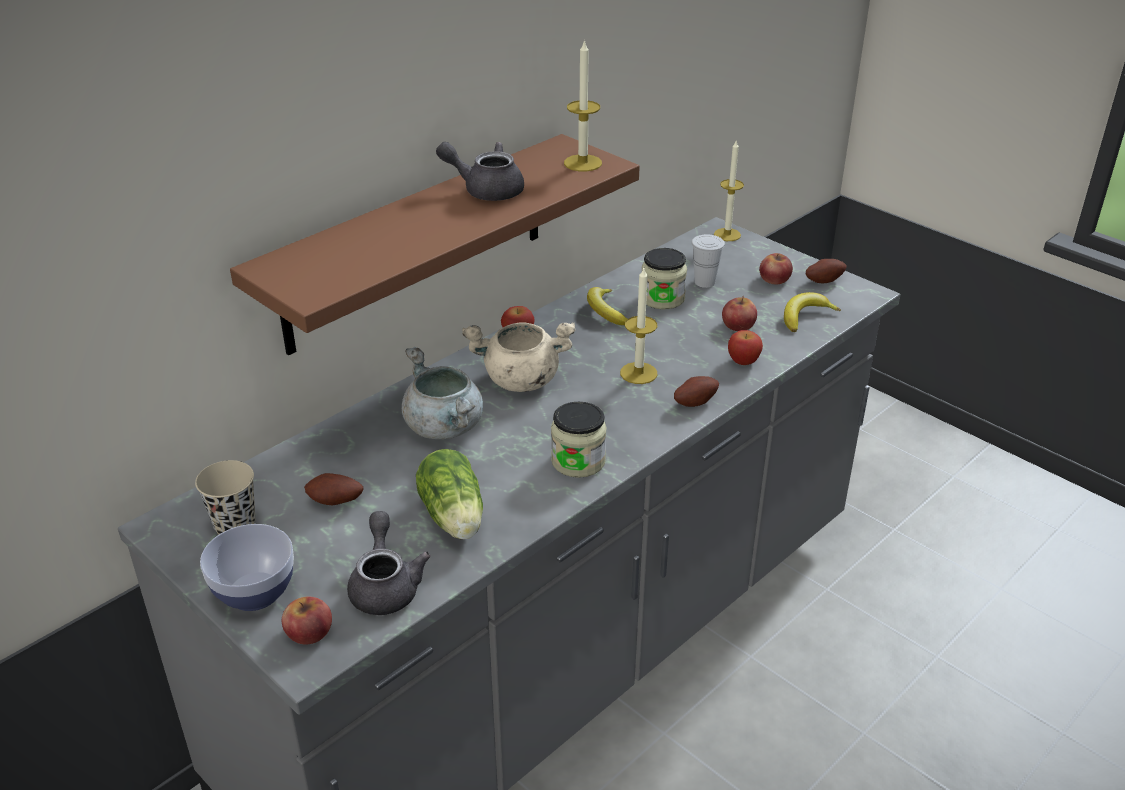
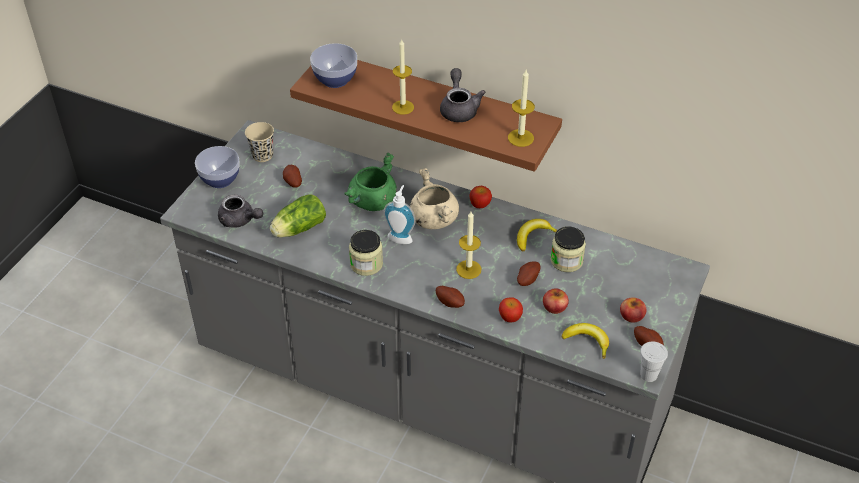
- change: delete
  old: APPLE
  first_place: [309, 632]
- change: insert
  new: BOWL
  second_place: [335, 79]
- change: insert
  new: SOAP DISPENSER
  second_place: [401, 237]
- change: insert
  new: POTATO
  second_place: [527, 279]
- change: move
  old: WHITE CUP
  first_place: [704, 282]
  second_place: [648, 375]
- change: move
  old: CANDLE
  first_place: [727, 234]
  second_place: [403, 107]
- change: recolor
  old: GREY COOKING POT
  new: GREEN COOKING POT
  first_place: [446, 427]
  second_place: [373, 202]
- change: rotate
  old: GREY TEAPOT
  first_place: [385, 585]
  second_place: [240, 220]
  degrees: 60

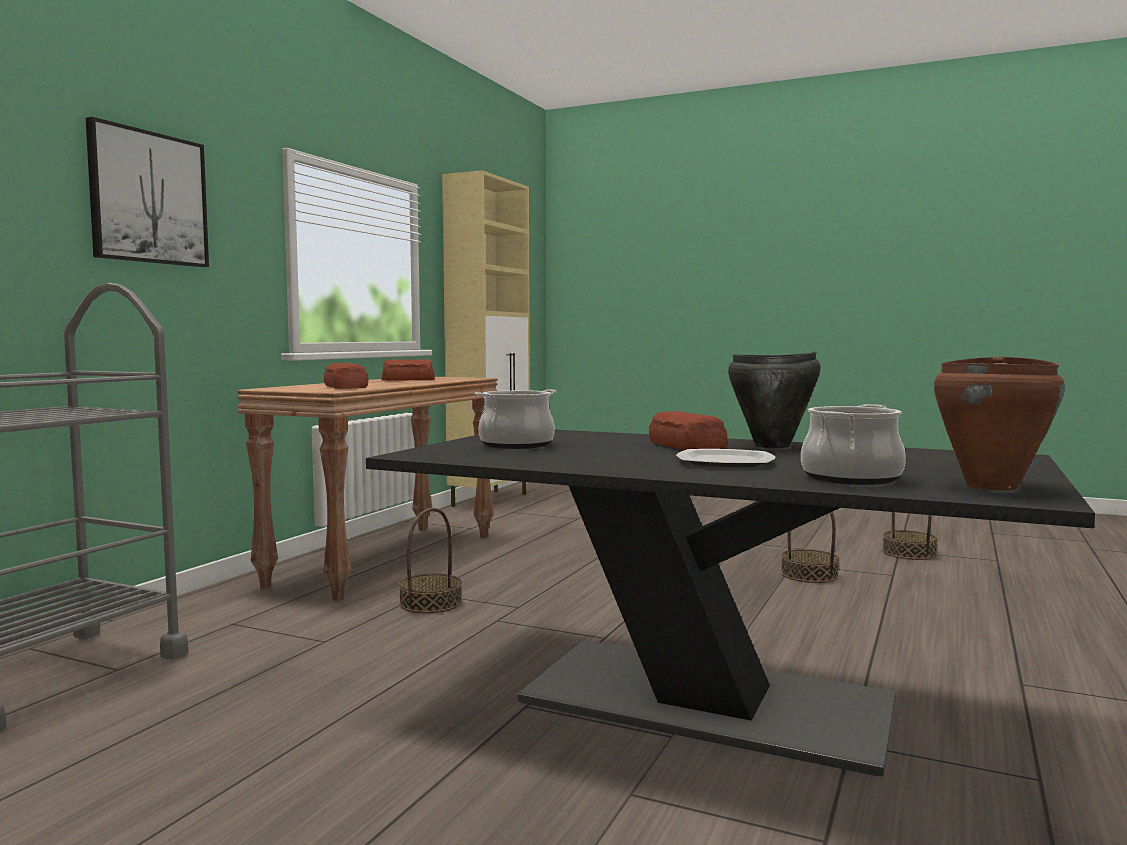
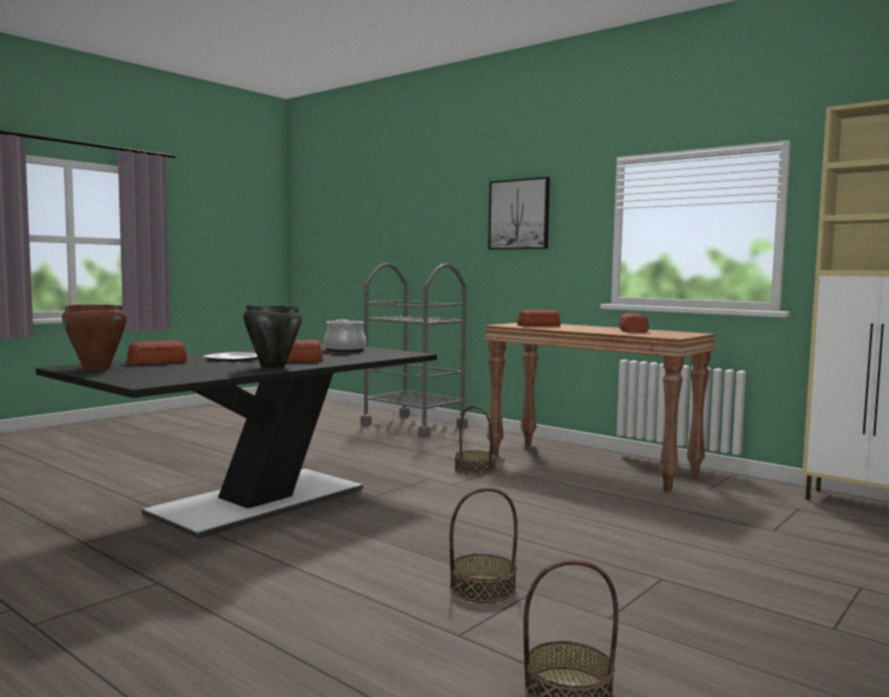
- change: replace
  old: COOKING POT
  new: BREAD
  first_place: [851, 478]
  second_place: [158, 362]

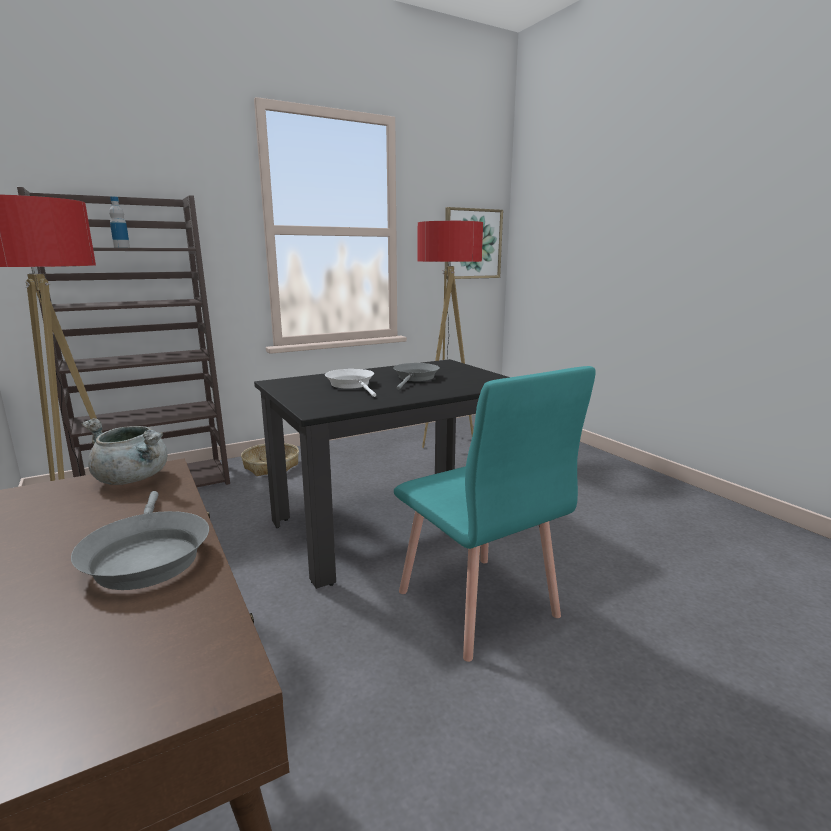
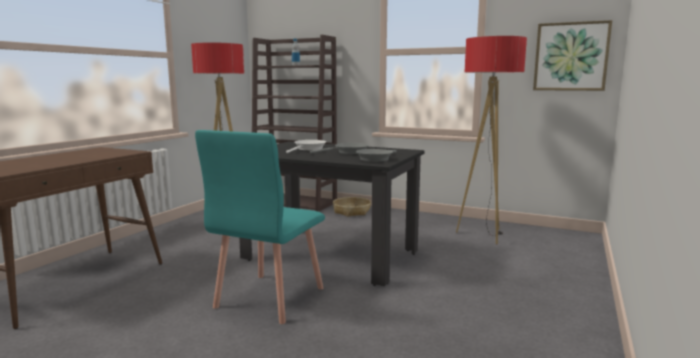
- change: delete
  old: GREY COOKING POT
  first_place: [133, 479]
- change: move
  old: GREY FRYING PAN
  first_place: [146, 557]
  second_place: [375, 159]

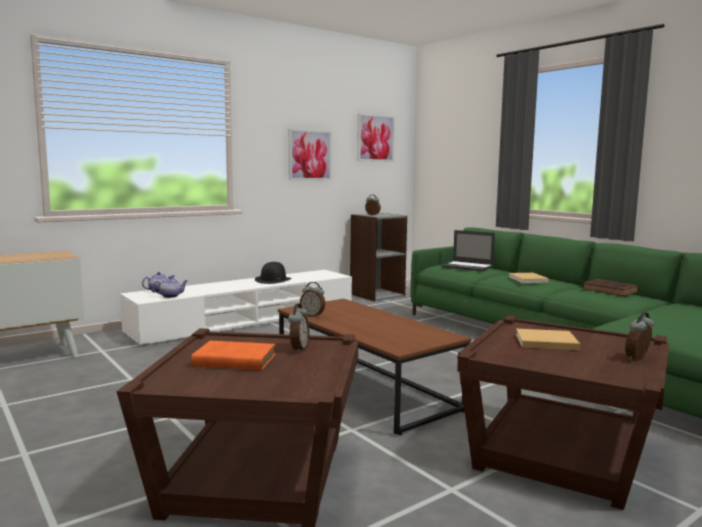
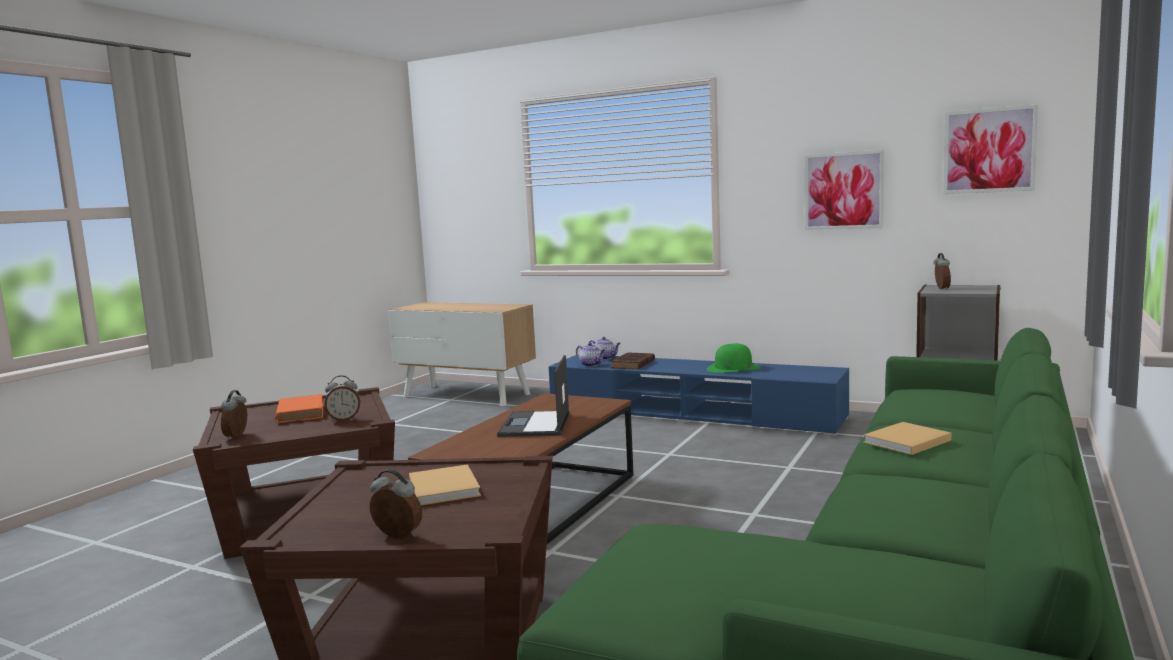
- change: move
  old: ALARM CLOCK
  first_place: [313, 315]
  second_place: [237, 436]
- change: move
  old: LAPTOP
  first_place: [468, 267]
  second_place: [535, 425]
- change: move
  old: BROWN BOOK
  first_place: [611, 291]
  second_place: [632, 364]
- change: recolor
  old: WHITE TV STAND
  new: BLUE TV STAND
  first_place: [246, 321]
  second_place: [693, 414]
- change: recolor
  old: BLACK HAT
  new: GREEN HAT
  first_place: [273, 280]
  second_place: [733, 368]

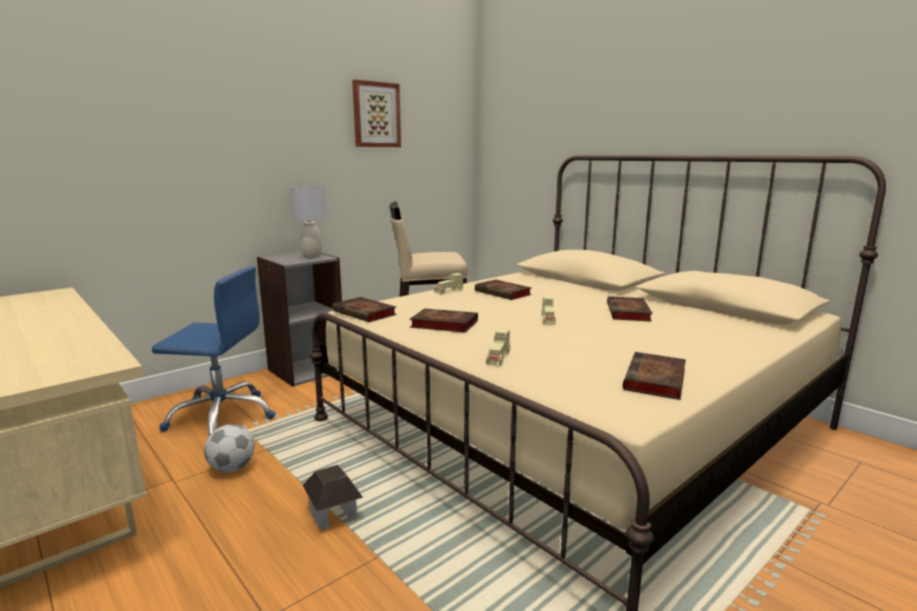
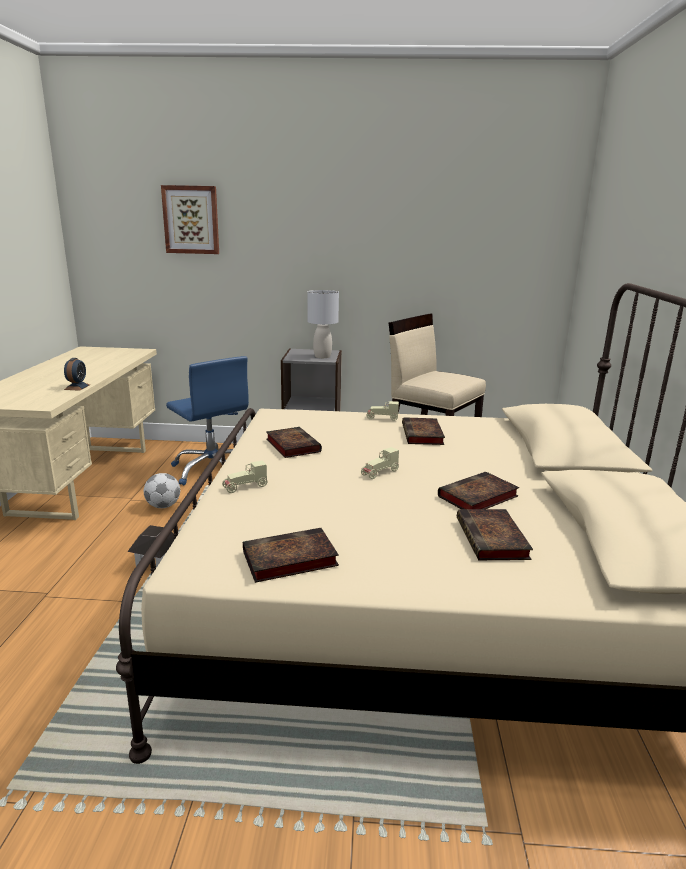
- change: insert
  new: ALARM CLOCK
  second_place: [77, 387]
- change: move
  old: BOOK
  first_place: [366, 313]
  second_place: [493, 540]
- change: move
  old: PICTURE
  first_place: [376, 115]
  second_place: [191, 220]

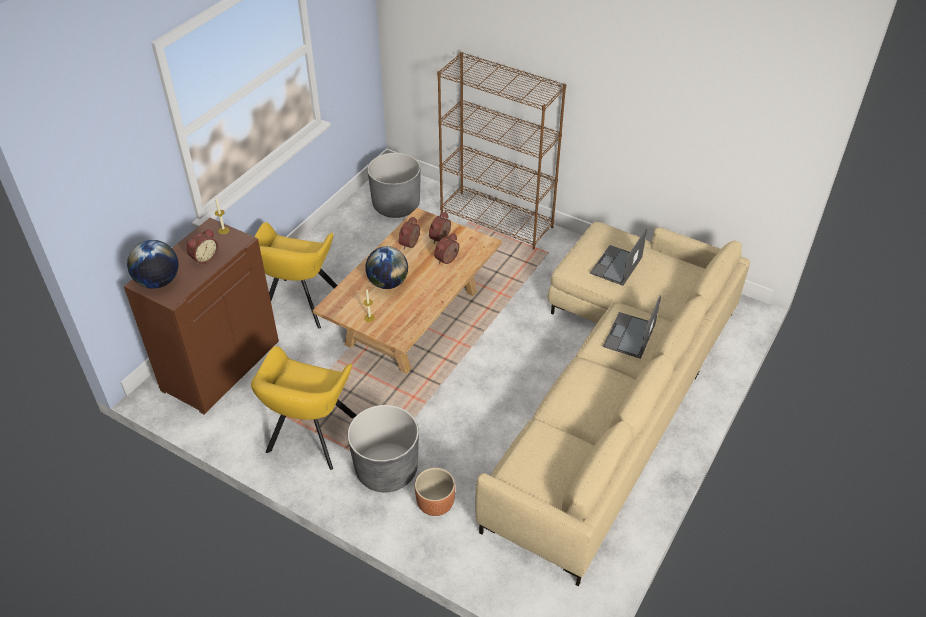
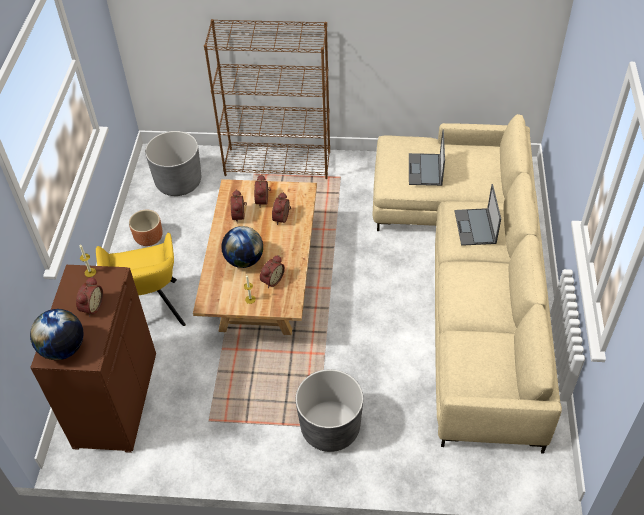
- change: delete
  old: YELLOW ARMCHAIR
  first_place: [310, 437]
- change: insert
  new: ALARM CLOCK
  second_place: [271, 280]
- change: move
  old: BROWN PLANTER
  first_place: [435, 503]
  second_place: [149, 238]

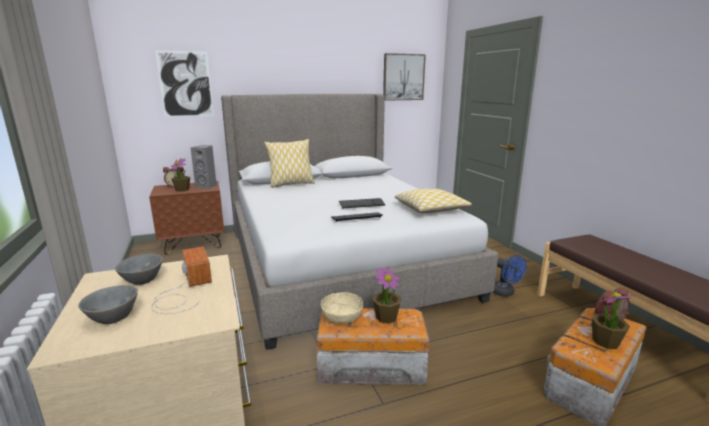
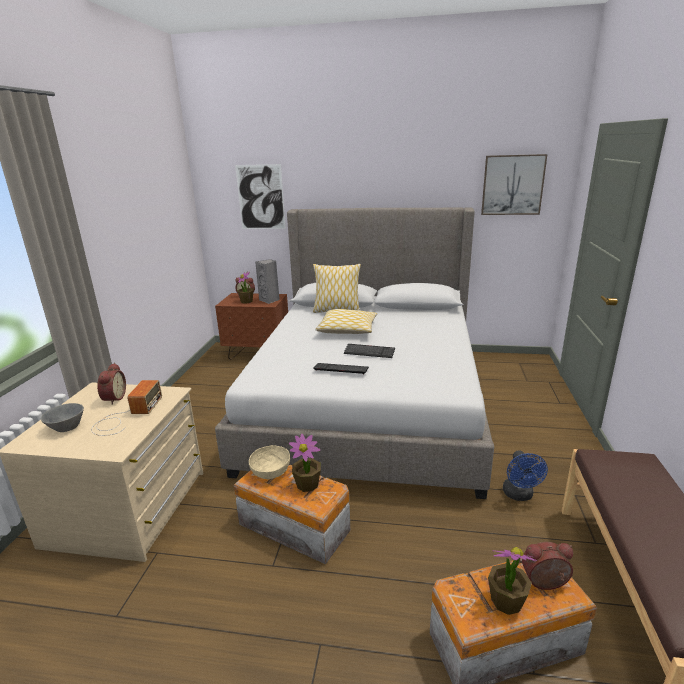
- change: move
  old: PILLOW
  first_place: [430, 209]
  second_place: [347, 330]
- change: replace
  old: GREY BOWL
  new: ALARM CLOCK
  first_place: [141, 280]
  second_place: [113, 398]

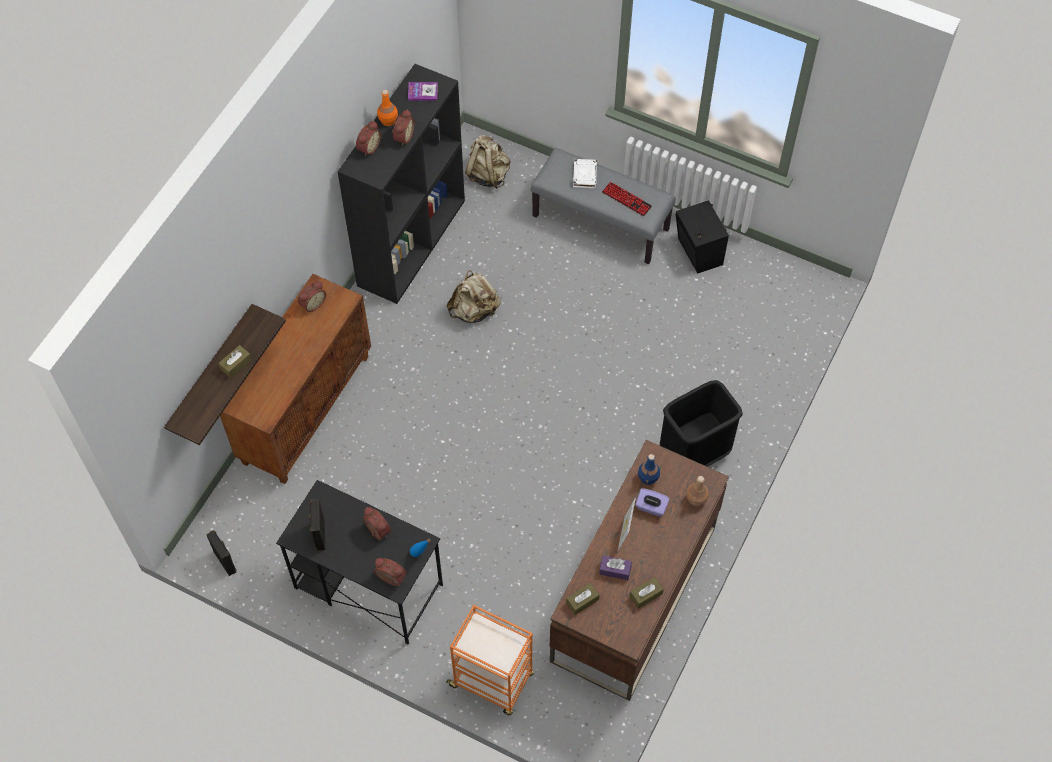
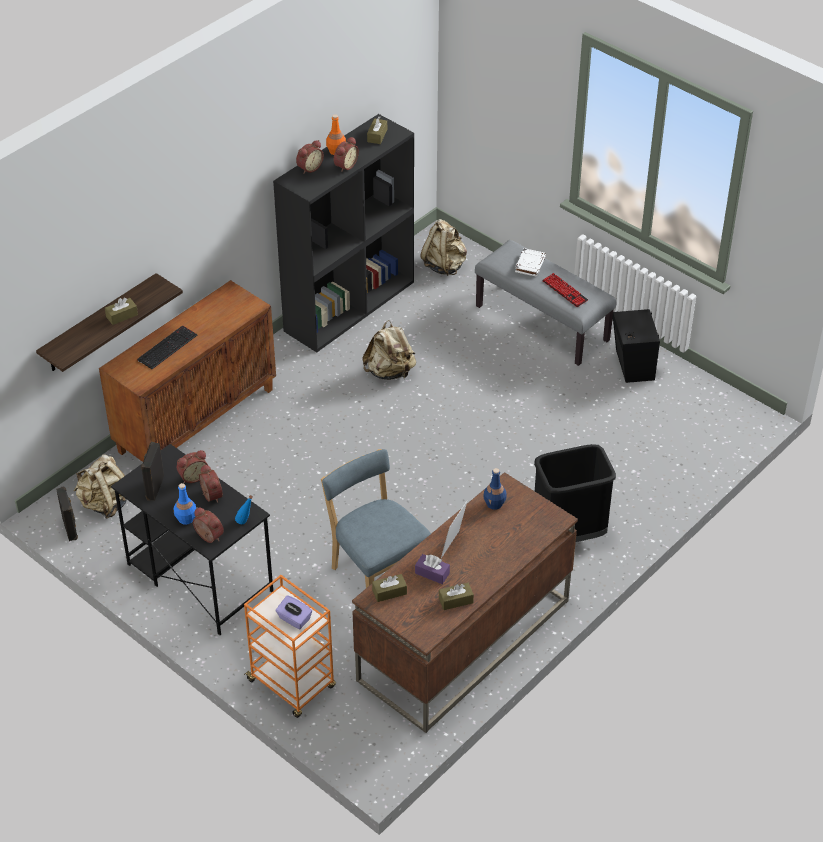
- change: delete
  old: BROWN BOTTLE
  first_place: [696, 499]
- change: insert
  new: BEIGE BACKPACK
  second_place: [105, 503]
- change: insert
  new: KEYBOARD
  second_place: [167, 347]
- change: insert
  new: BLUE BOTTLE
  second_place: [186, 519]
- change: insert
  new: BLUE CHAIR
  second_place: [377, 573]
- change: move
  old: ALARM CLOCK
  first_place: [312, 303]
  second_place: [193, 476]
- change: move
  old: PURPLE TISSUE BOX
  first_place: [651, 507]
  second_place: [294, 619]
- change: replace
  old: BOOK
  new: BROWN TISSUE BOX
  first_place: [422, 92]
  second_place: [377, 136]

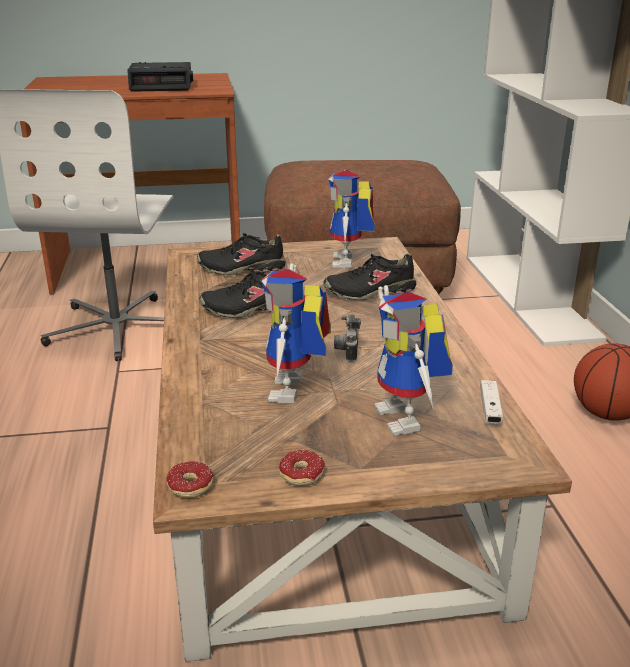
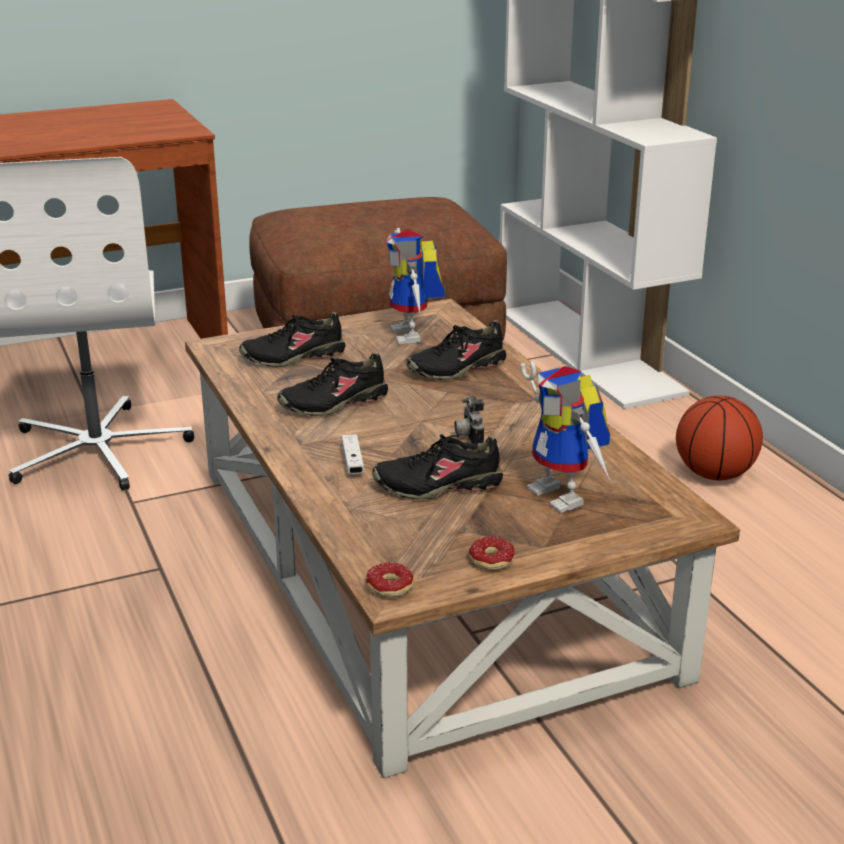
- change: delete
  old: ALARM CLOCK
  first_place: [162, 86]
- change: move
  old: WHITE GAME CONTROLLER
  first_place: [490, 409]
  second_place: [352, 462]
- change: replace
  old: TOY ROBOT
  new: BLACK SHOE
  first_place: [294, 392]
  second_place: [438, 485]

